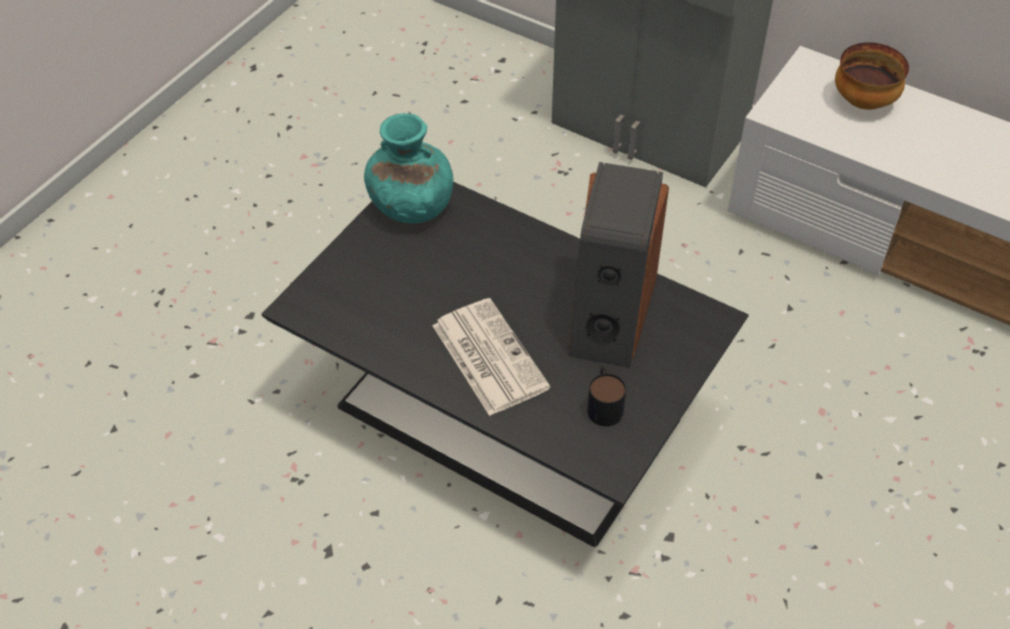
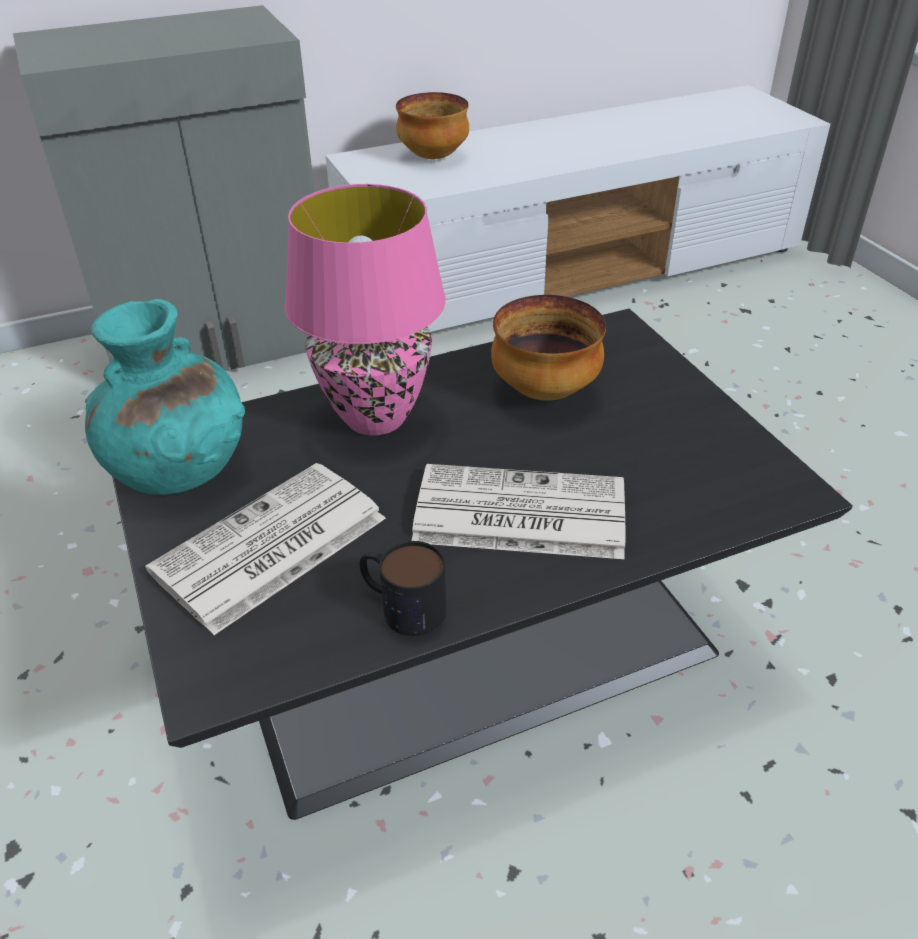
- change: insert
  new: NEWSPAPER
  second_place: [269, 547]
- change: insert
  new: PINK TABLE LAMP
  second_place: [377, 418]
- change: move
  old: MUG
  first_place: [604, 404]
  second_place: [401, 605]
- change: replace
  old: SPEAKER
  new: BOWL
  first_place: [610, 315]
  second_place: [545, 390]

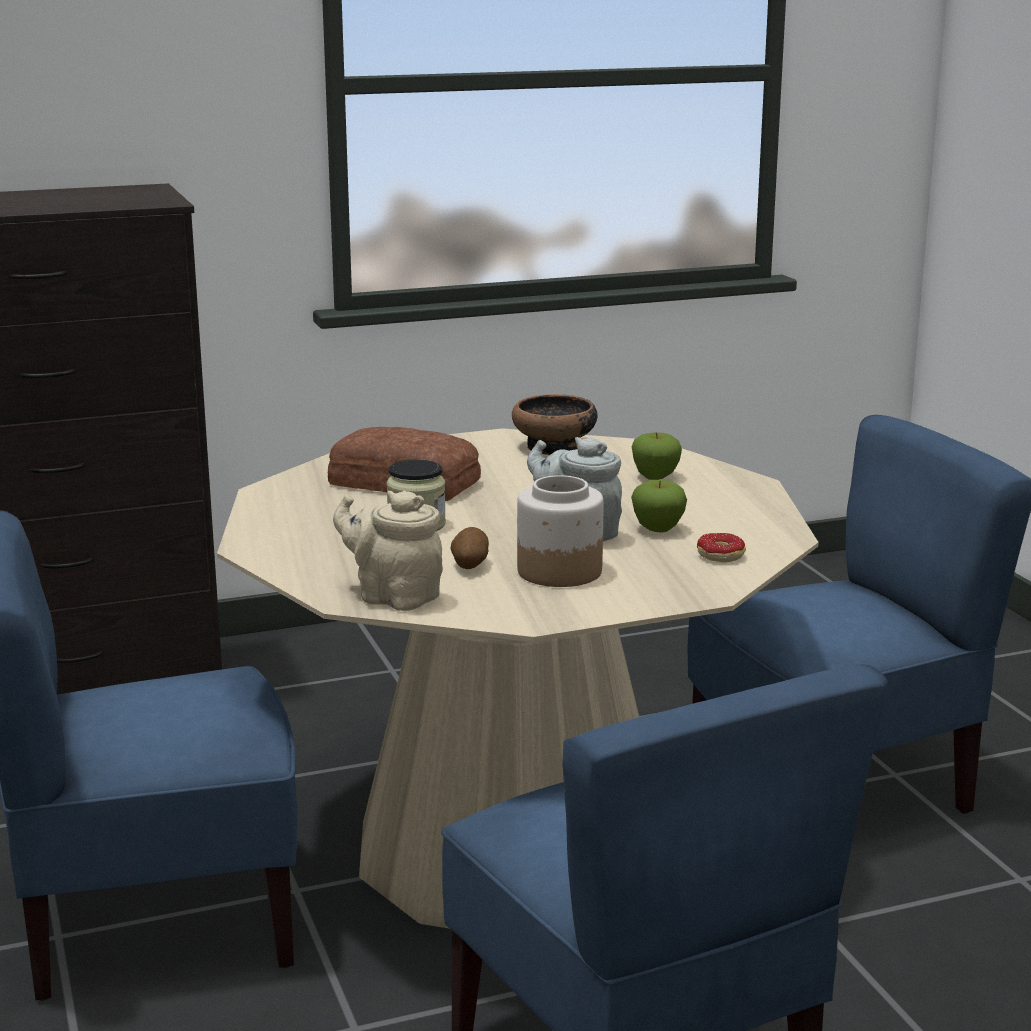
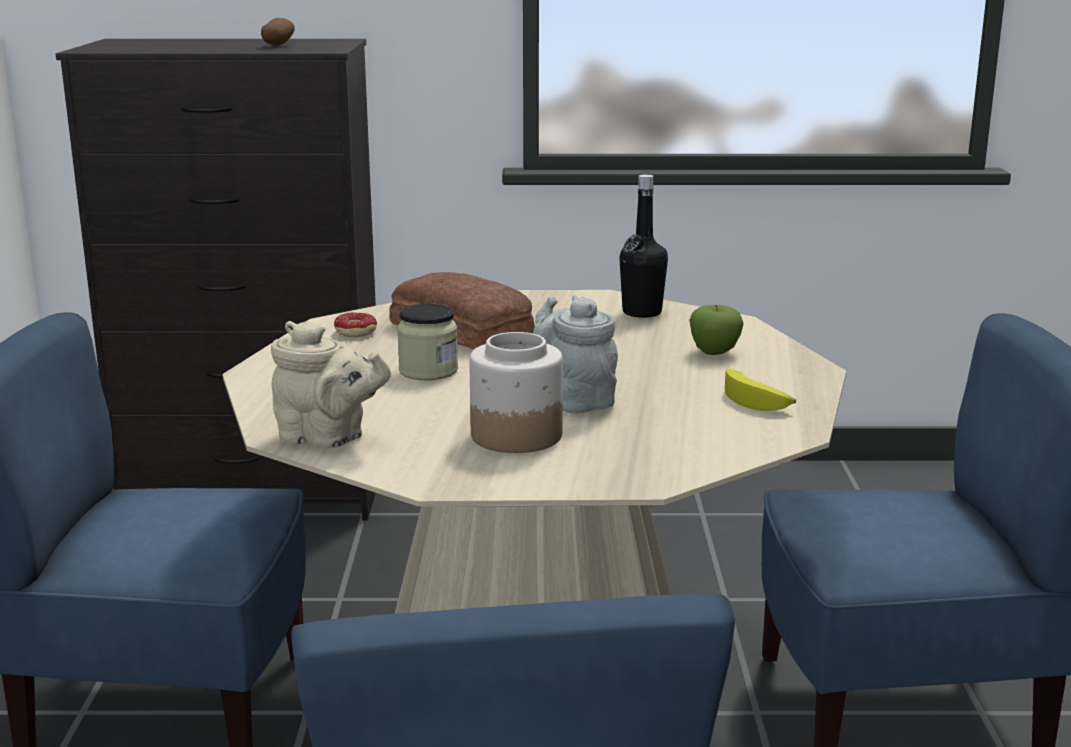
- change: delete
  old: APPLE
  first_place: [658, 529]
- change: insert
  new: BANANA
  second_place: [757, 401]
- change: move
  old: POTATO
  first_place: [469, 565]
  second_place: [278, 45]
- change: move
  old: DONUT
  first_place: [714, 558]
  second_place: [348, 333]
- change: replace
  old: BOWL
  new: BLACK BOTTLE
  first_place: [555, 447]
  second_place: [642, 312]
- change: rotate
  old: BEIGE TEAPOT
  first_place: [393, 597]
  second_place: [328, 438]
  degrees: 150

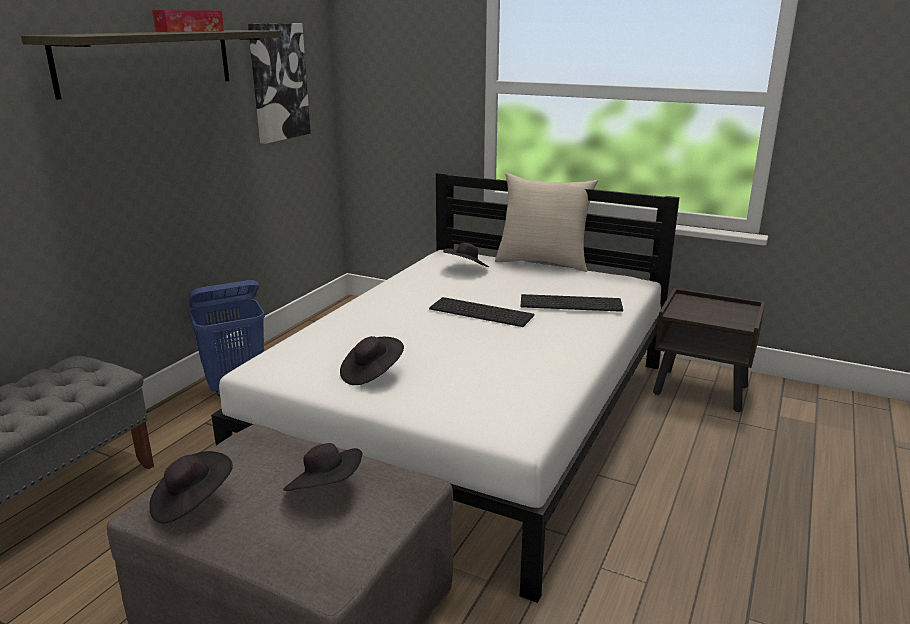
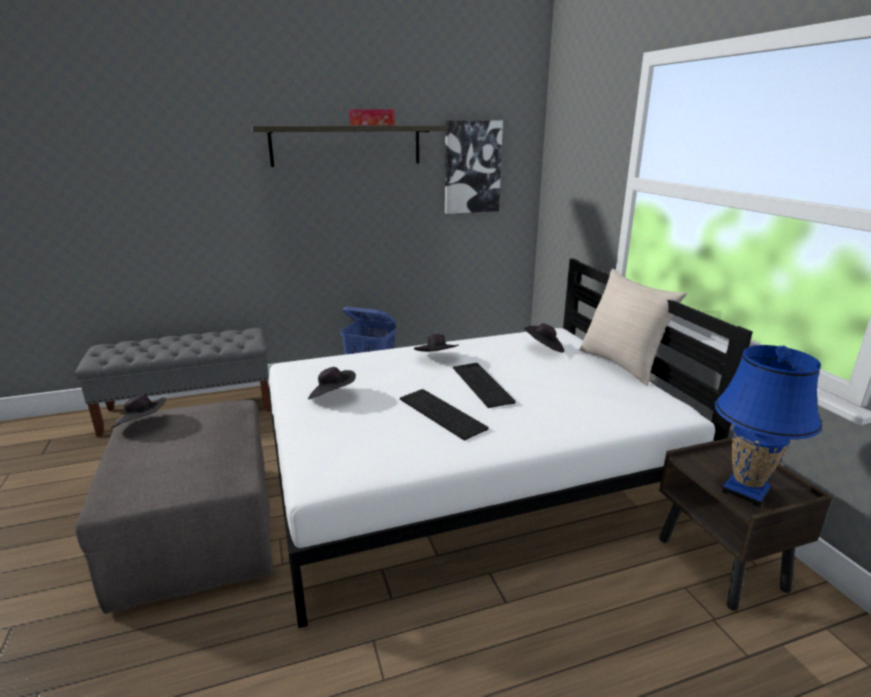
- change: insert
  new: BLUE TABLE LAMP
  second_place: [745, 491]
- change: move
  old: BLACK HAT
  first_place: [326, 489]
  second_place: [436, 358]
- change: move
  old: KEYBOARD
  first_place: [571, 303]
  second_place: [444, 413]

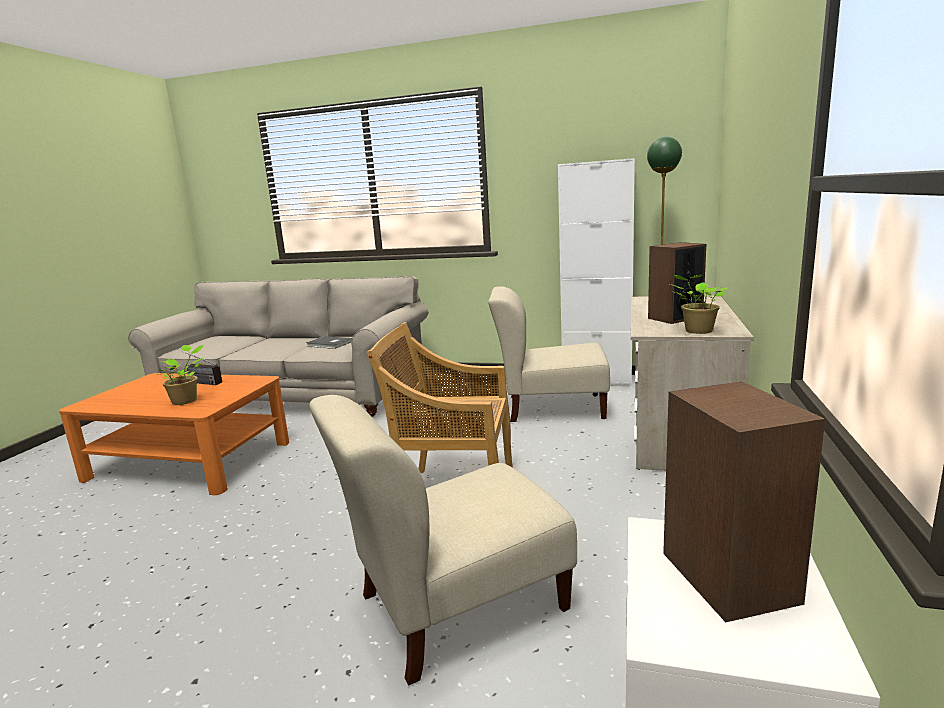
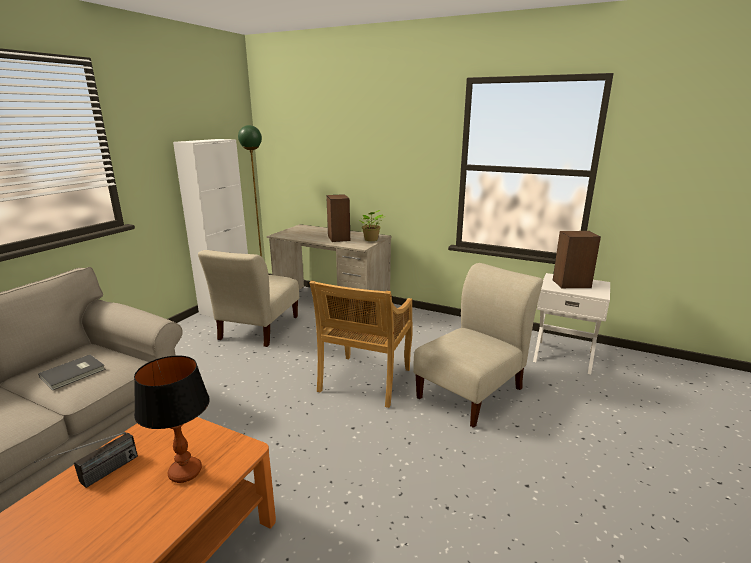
- change: replace
  old: POTTED PLANT
  new: TABLE LAMP
  first_place: [186, 400]
  second_place: [185, 473]
- change: rotate
  old: BEIGE CHAIR
  first_place: [454, 607]
  second_place: [472, 391]
  degrees: -120

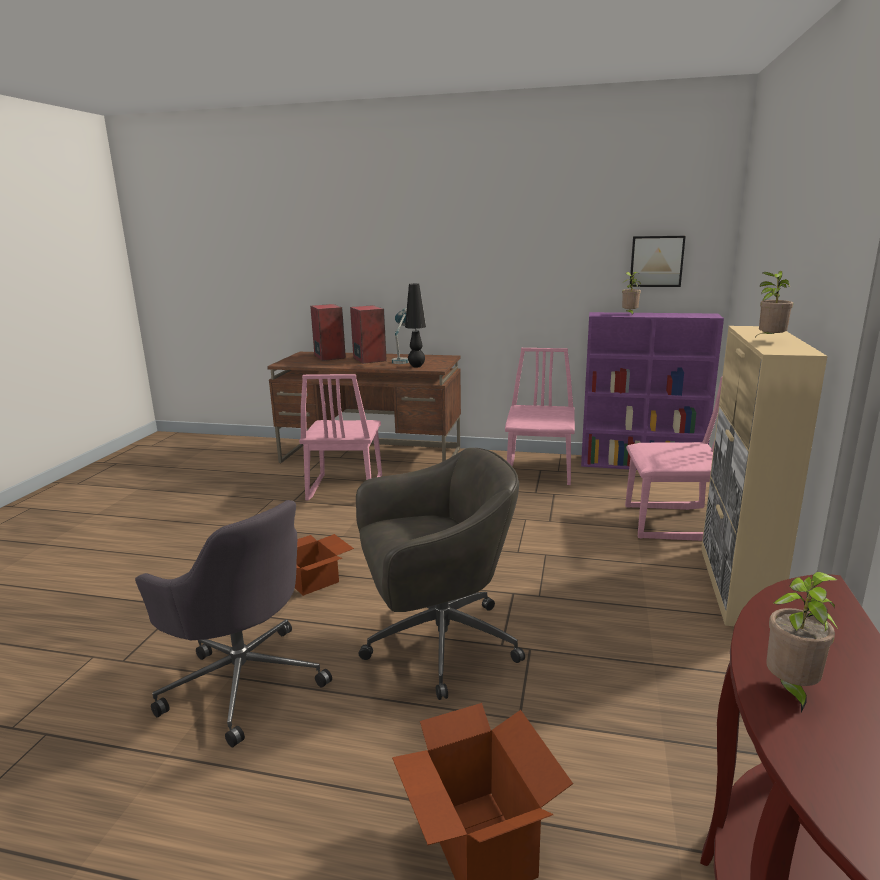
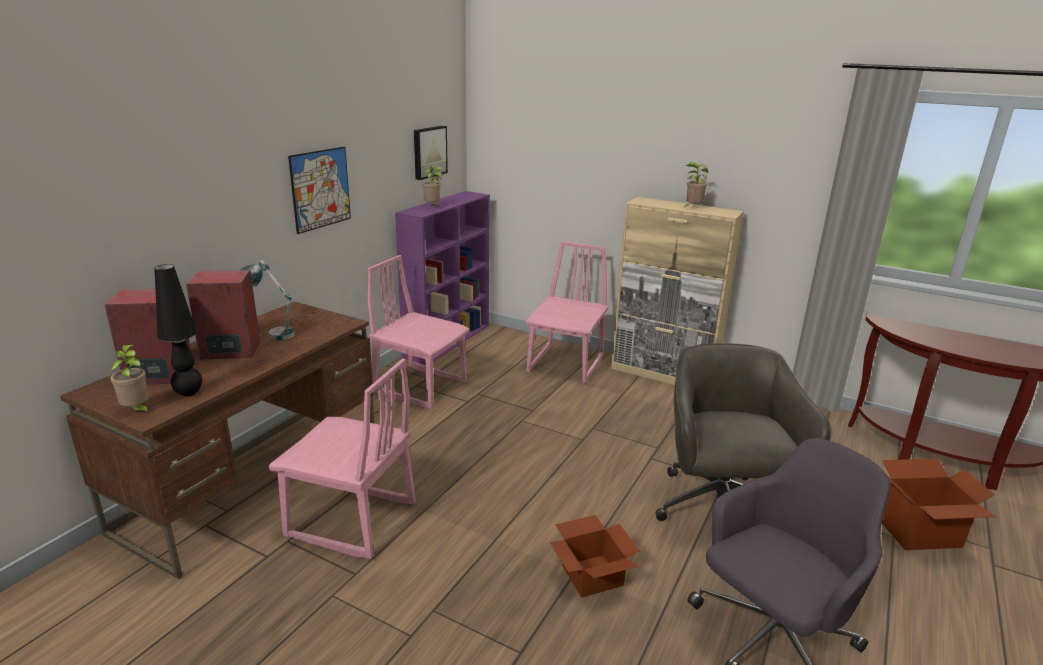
- change: insert
  new: PICTURE
  second_place: [320, 189]
- change: move
  old: BLACK TABLE LAMP
  first_place: [416, 366]
  second_place: [188, 393]
- change: move
  old: POTTED PLANT
  first_place: [790, 690]
  second_place: [137, 410]

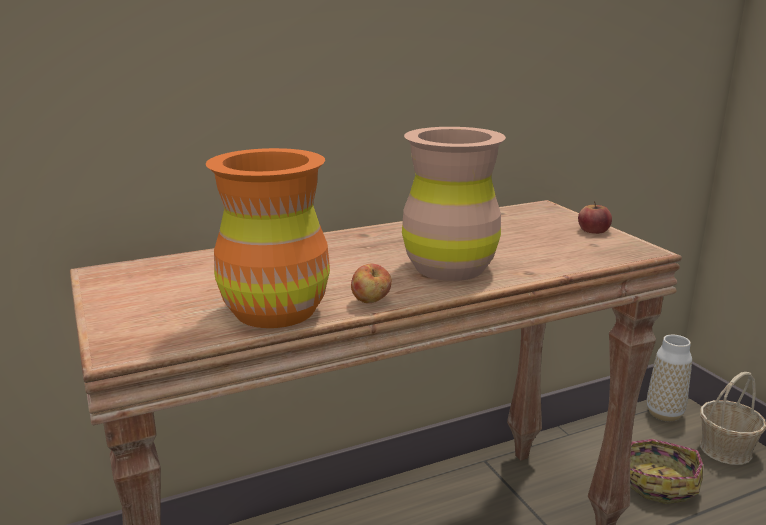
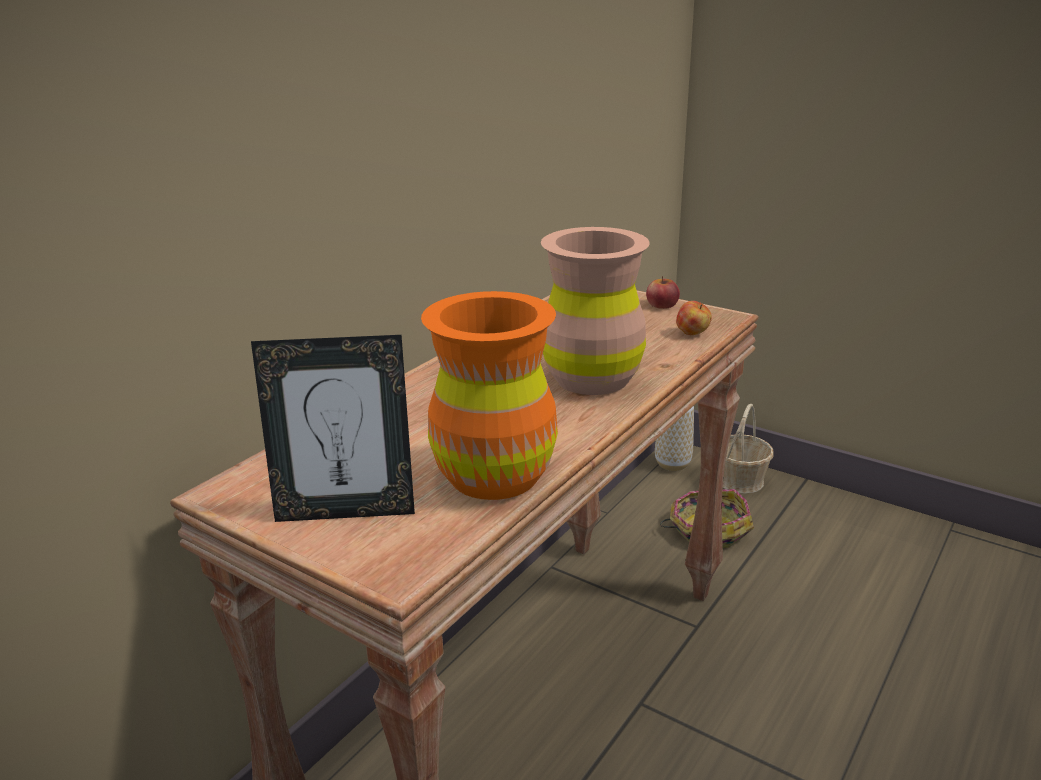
- change: insert
  new: PICTURE FRAME
  second_place: [346, 511]
- change: move
  old: APPLE
  first_place: [371, 301]
  second_place: [692, 333]

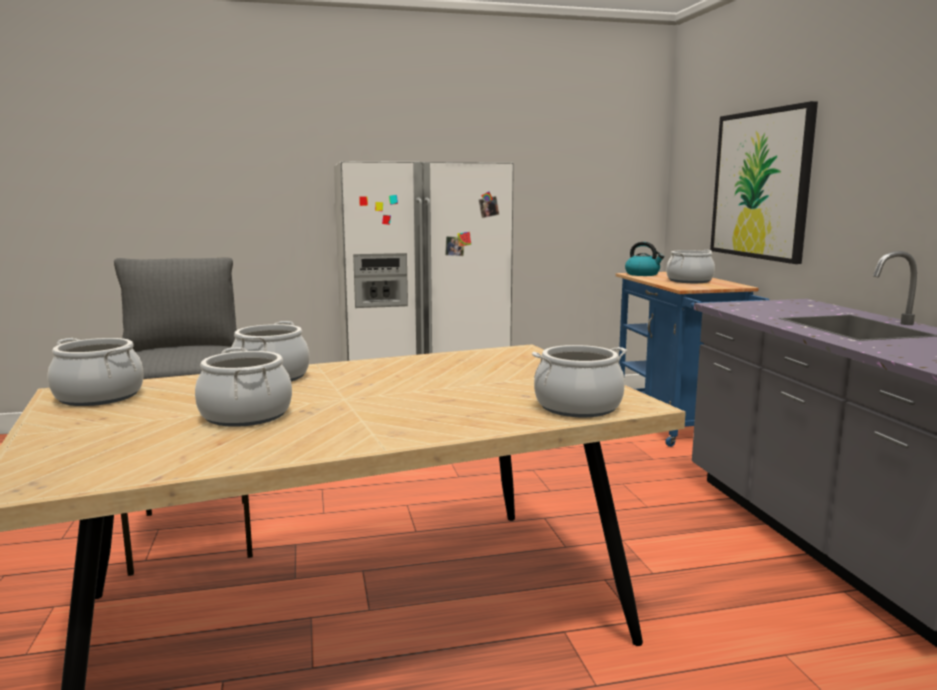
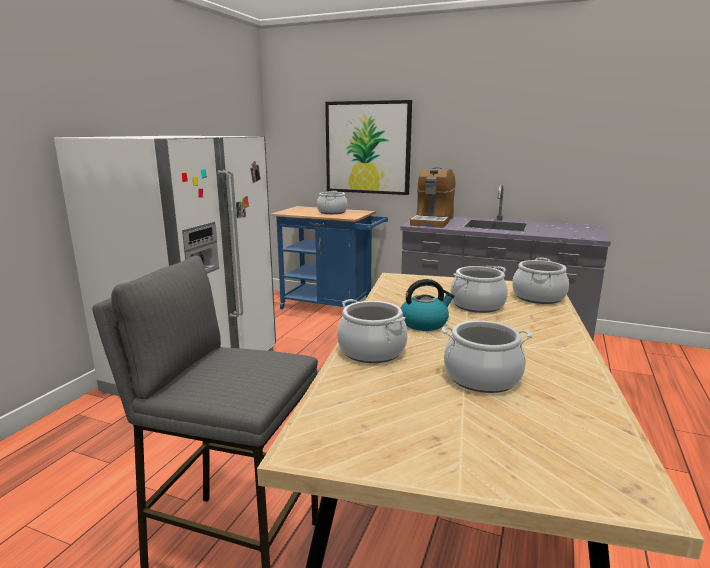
- change: insert
  new: COFFEE MACHINE
  second_place: [432, 221]
- change: move
  old: COOKING POT
  first_place: [99, 396]
  second_place: [477, 305]
- change: move
  old: KETTLE
  first_place: [643, 274]
  second_place: [424, 323]

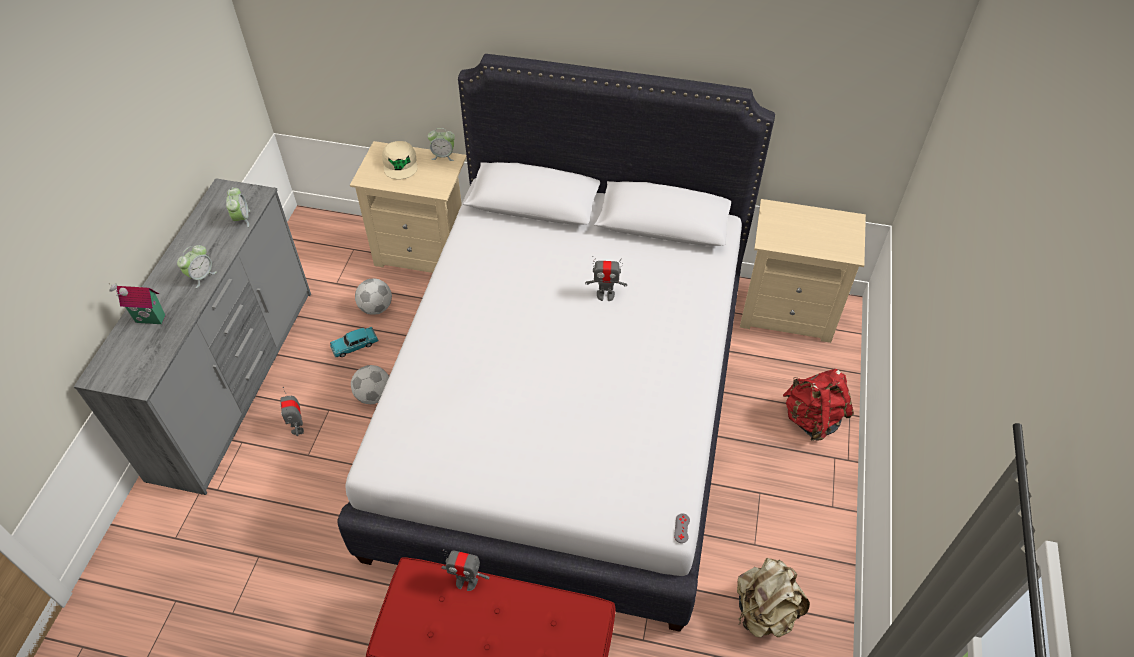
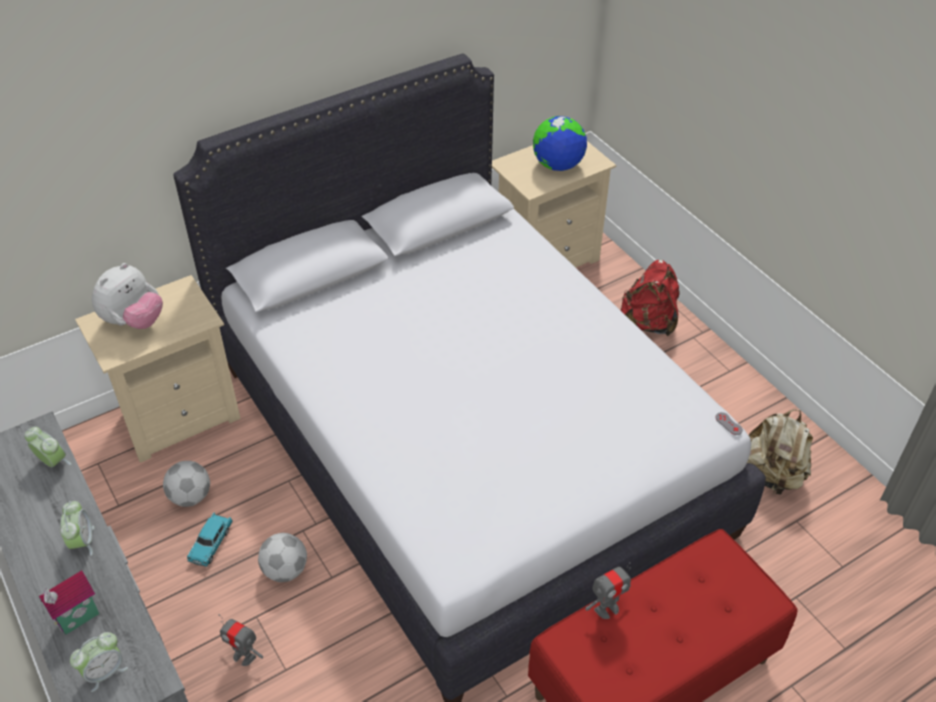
- change: delete
  old: TOY ROBOT
  first_place: [605, 295]
- change: insert
  new: GLOBE
  second_place: [558, 165]
- change: move
  old: ALARM CLOCK
  first_place: [443, 156]
  second_place: [104, 672]
- change: replace
  old: BEIGE CAP
  new: PLUSH TOY
  first_place: [400, 164]
  second_place: [134, 321]

